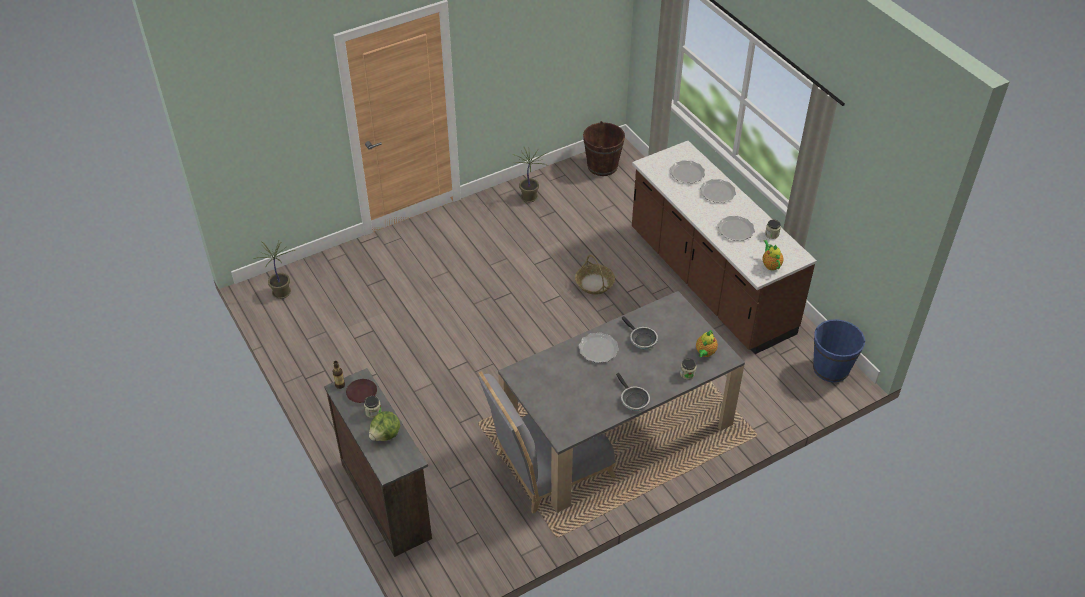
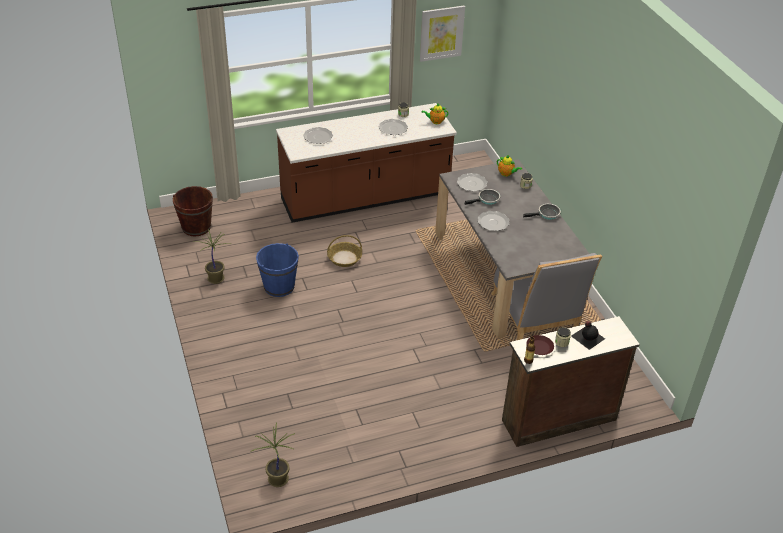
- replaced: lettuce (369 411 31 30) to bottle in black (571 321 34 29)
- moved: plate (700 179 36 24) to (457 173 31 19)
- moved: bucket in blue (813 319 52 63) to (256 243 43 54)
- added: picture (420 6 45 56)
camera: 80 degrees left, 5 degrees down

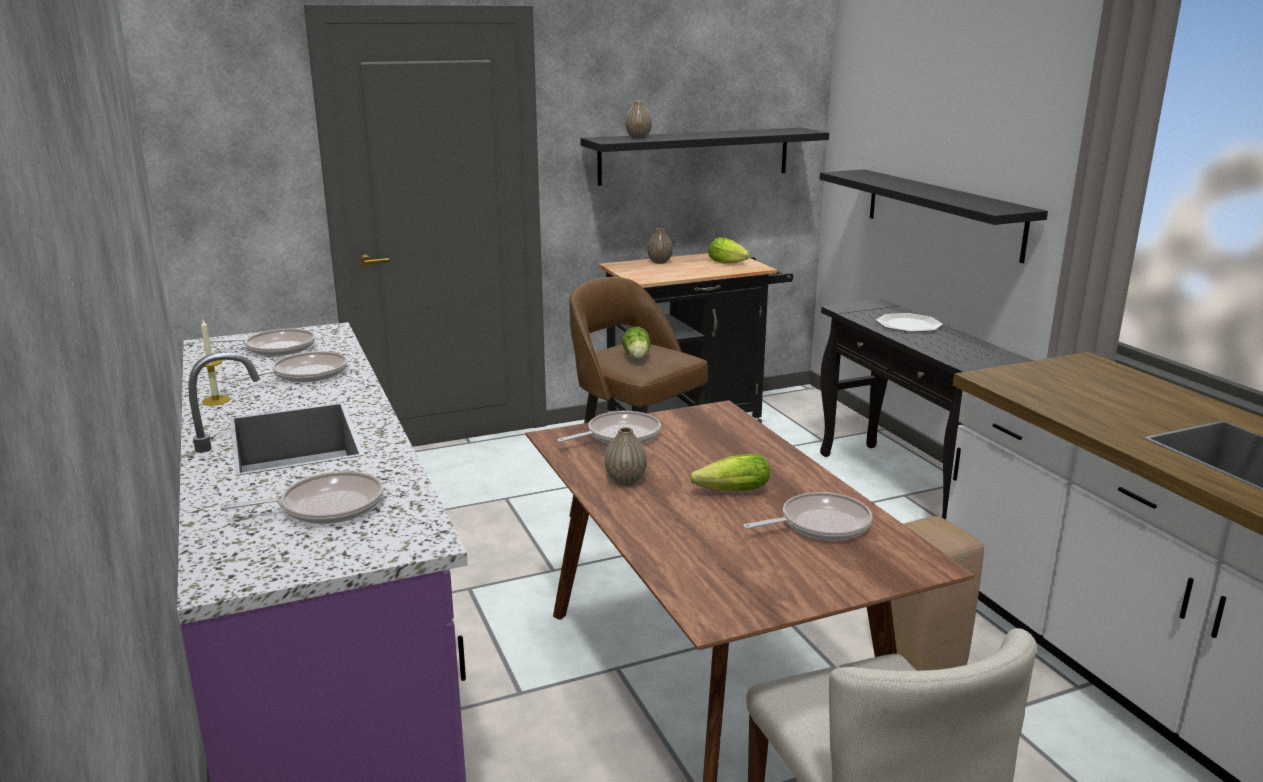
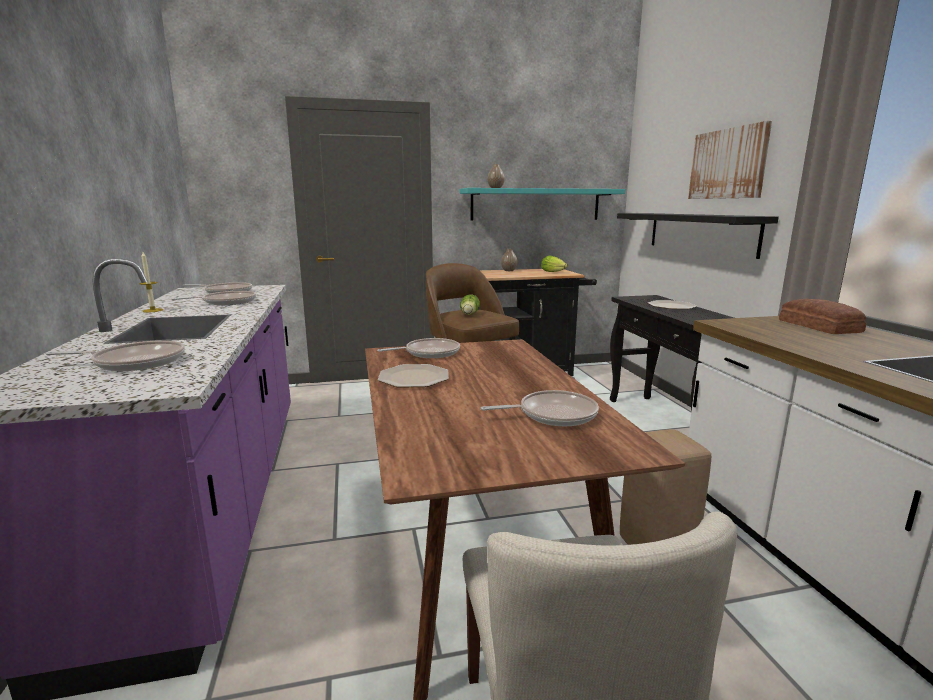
- recoloured: shelf in black (580 128 249 58) to shelf in turquoise (460 188 165 32)
- replaced: vase (604 427 43 59) to plate (378 364 71 24)
- removed: lettuce (690 454 80 37)
- added: picture (688 121 84 78)
- added: bread (779 298 87 36)
camera: 10 degrees right, 5 degrees down

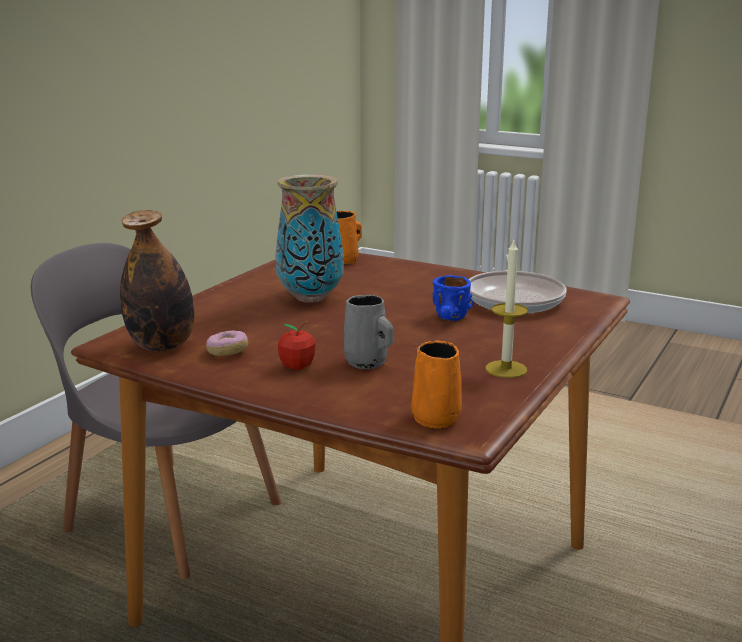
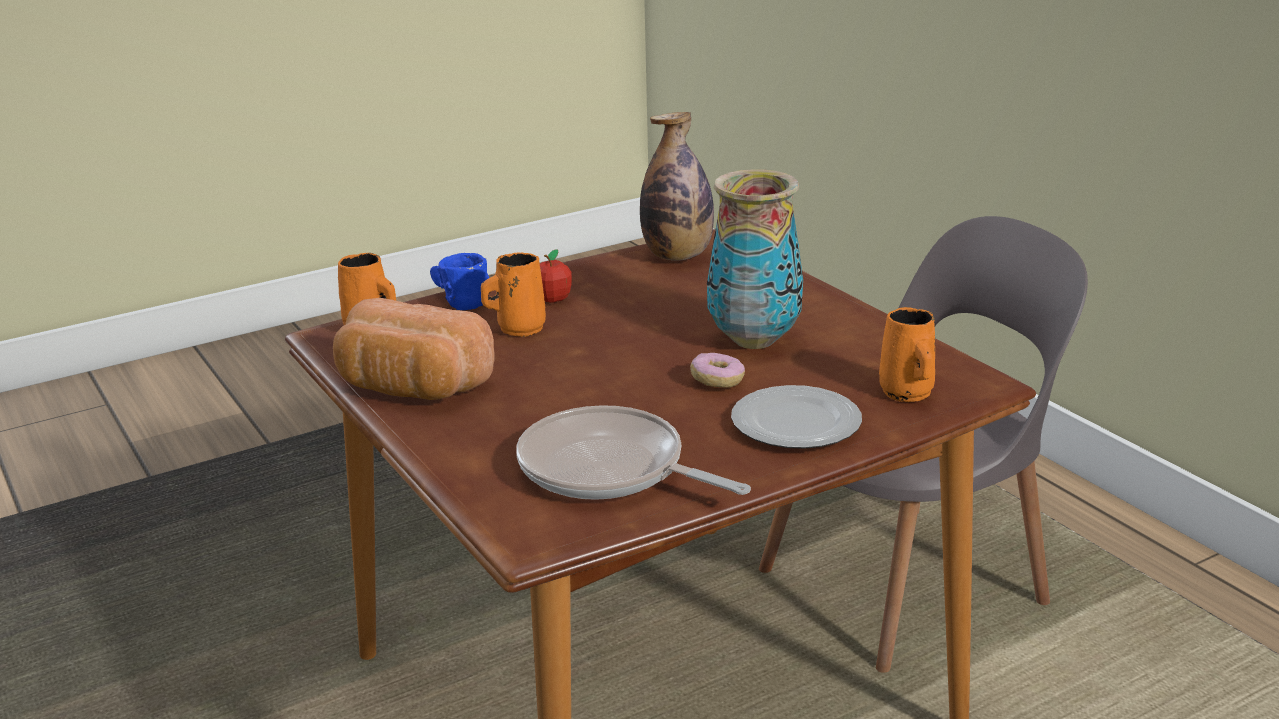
- moved: donut (206 330 42 26) to (690 353 55 35)
- recoloured: mug in grey (344 295 50 74) to mug in orange (481 253 65 84)
- moved: mug in blue (433 275 41 46) to (430 253 59 57)
- replaced: candle (485 240 43 138) to bread (333 298 162 102)
- added: plate (731 385 131 64)
camera: 120 degrees right, 5 degrees up

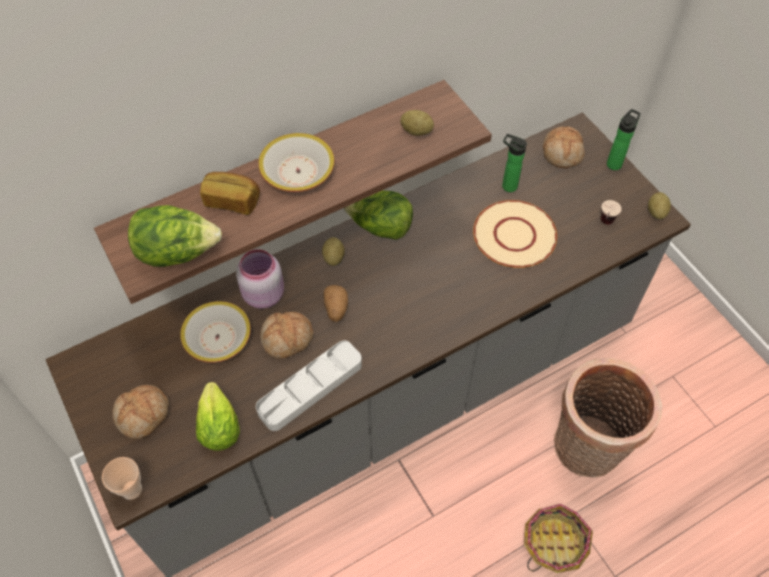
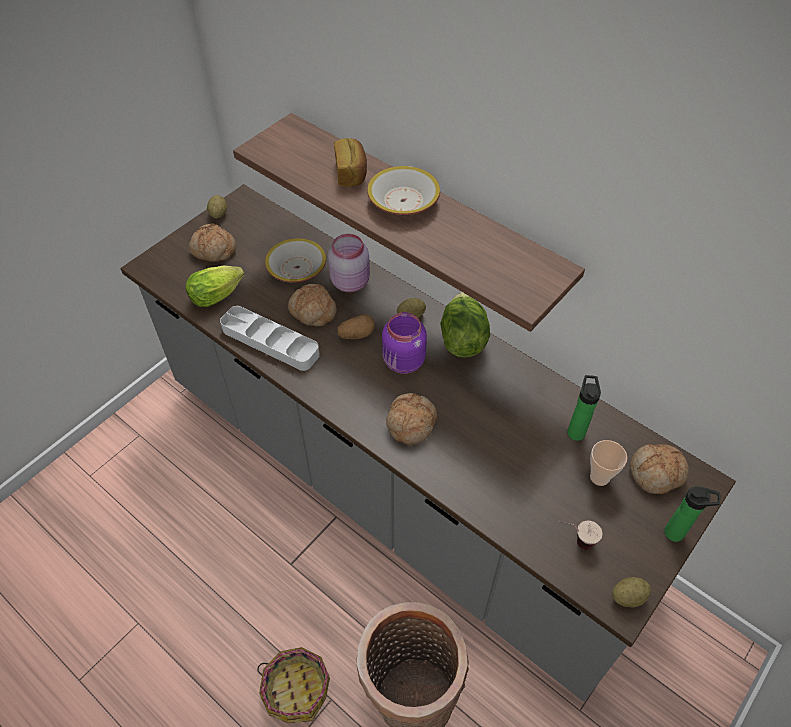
- moved: cup (102 457 40 43) to (590 440 37 46)
- removed: lettuce (128 205 94 62)
- moved: potato (400 110 34 26) to (207 195 20 24)
- removed: plate in beige (473 200 84 68)
- added: jar in purple (382 312 45 62)
- added: bread (386 393 51 52)
camera: 70 degrees right, 5 degrees down

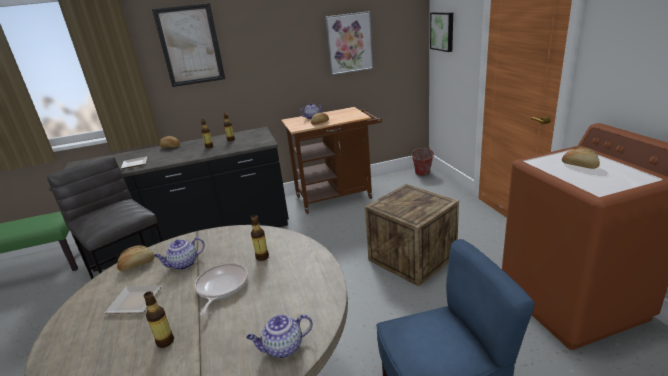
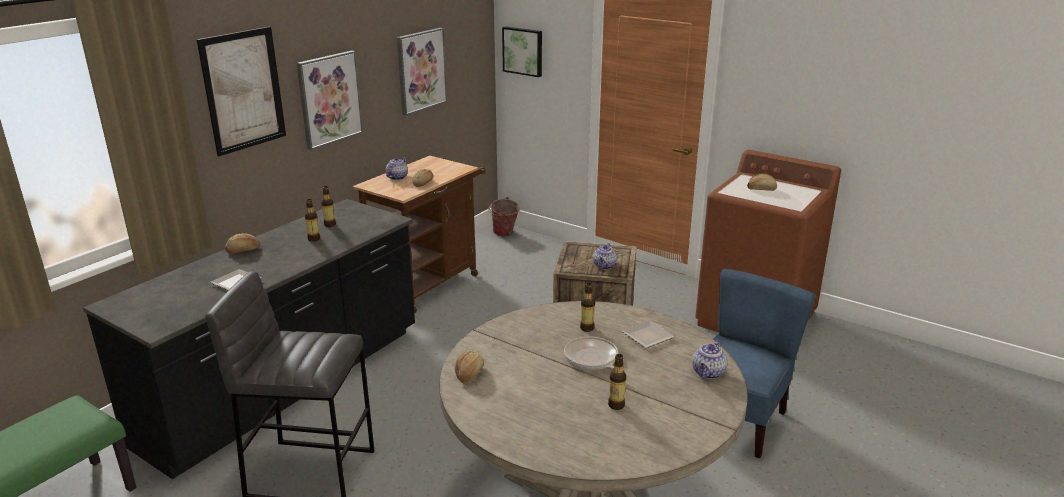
- moved: plate (104 285 58 29) to (622 320 53 28)
- moved: teapot (154 237 51 33) to (593 243 24 26)
- added: picture (297 50 66 100)
camera: 40 degrees left, 0 degrees up

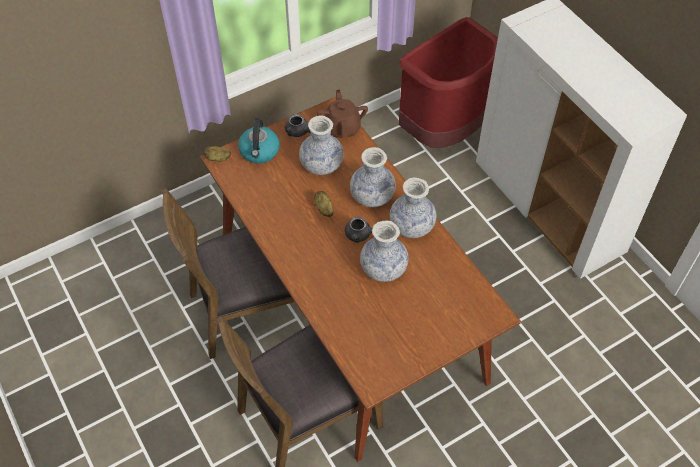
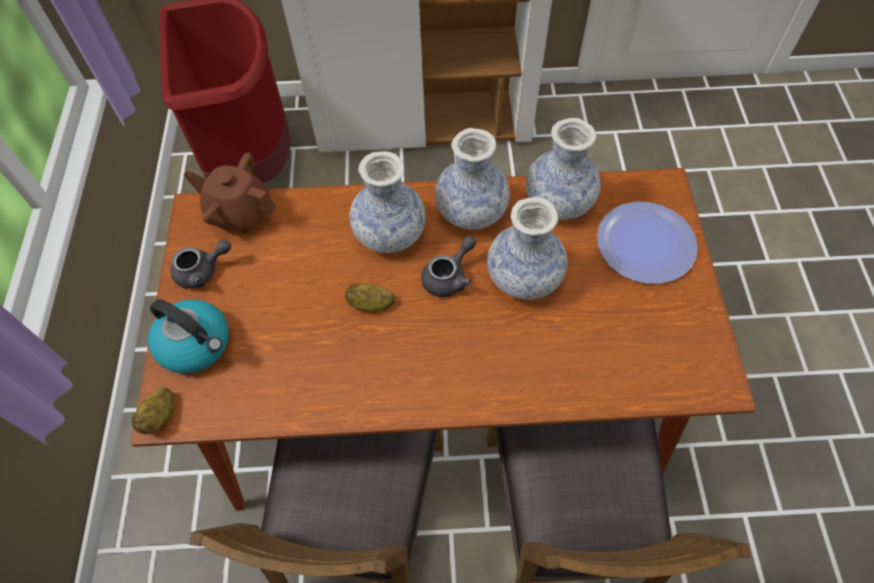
- moved: vase (299 115 45 60) to (526 118 75 102)
- added: plate (597 202 101 82)
camera: 60 degrees left, 5 degrees up

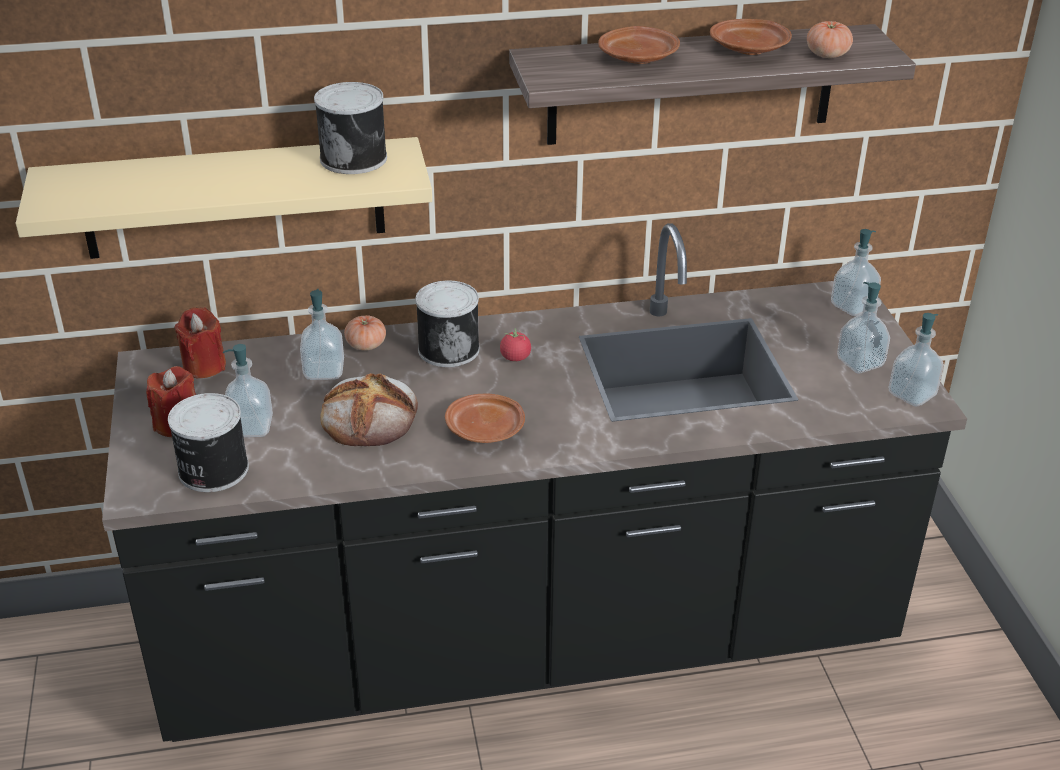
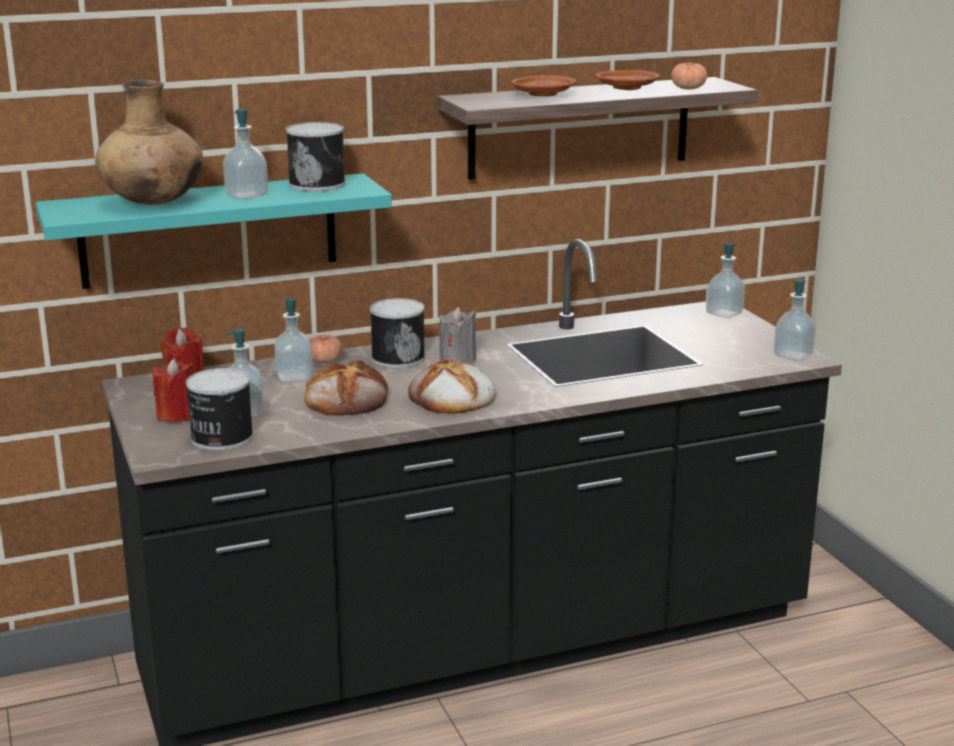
- recoloured: shelf in beige (16 137 416 122) to shelf in turquoise (36 173 356 116)
- replaced: plate in brown (445 394 80 49) to bread (408 359 88 55)
- replaced: tomato (500 328 31 34) to candle in grey (440 307 36 56)
- moved: soap dispenser (837 282 53 91) to (223 109 45 90)
- added: vase in brown (95 80 108 125)
camera: 10 degrees left, 15 degrees down

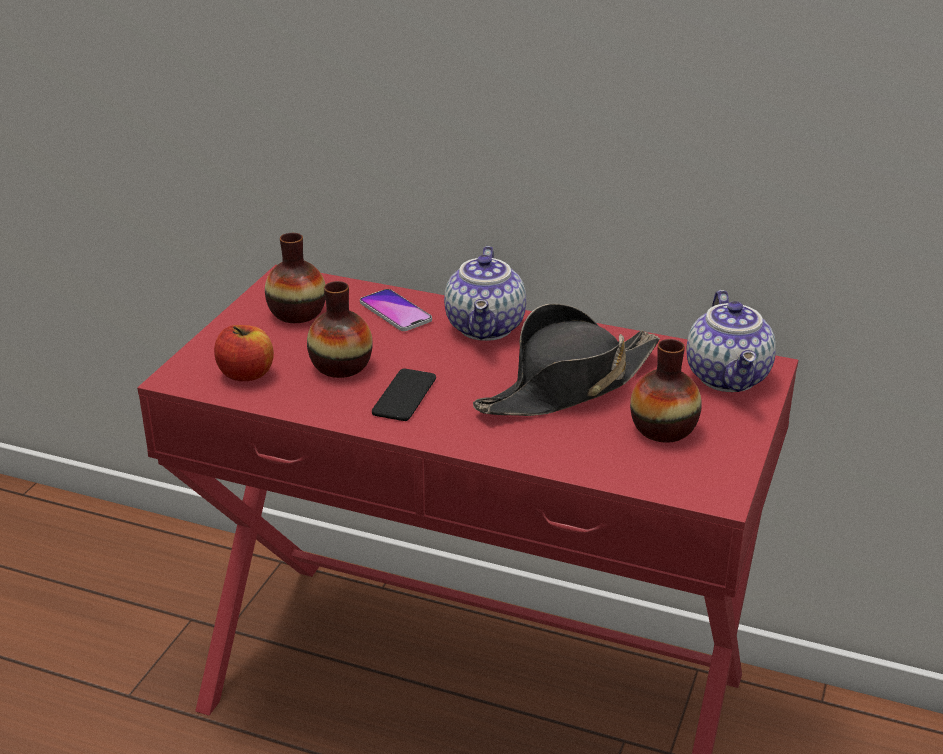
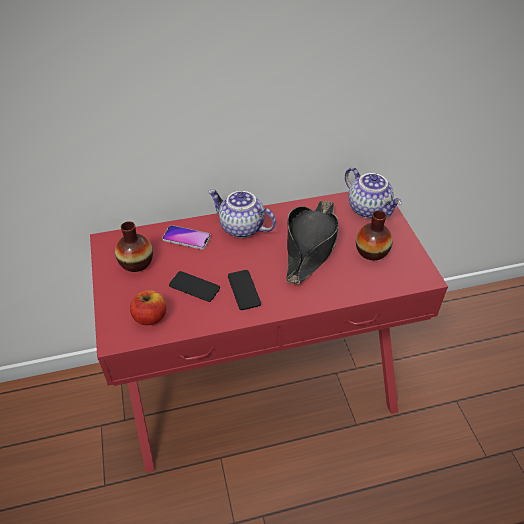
- replaced: vase (307 281 66 97) to phone (169 271 51 31)
- turned: teapot (444 246 82 95) = (208 189 68 49) 150 degrees clockwise
camera: 35 degrees left, 15 degrees up

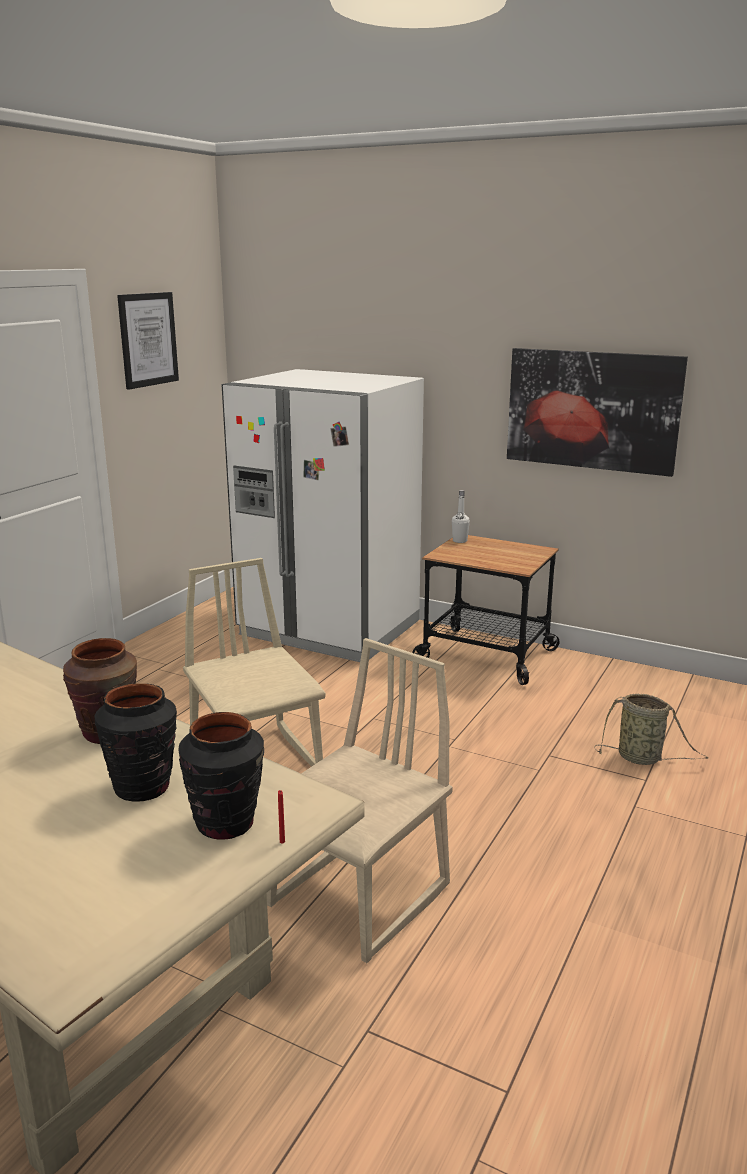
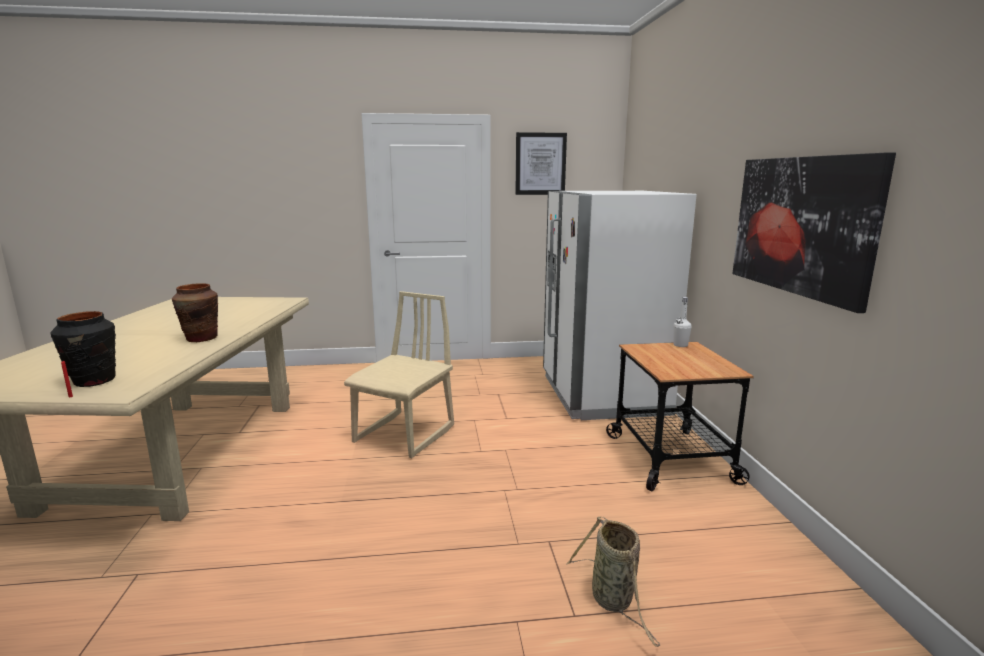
- removed: vase in black (95 683 82 119)
- removed: chair in beige (267 638 185 325)
camera: 55 degrees right, 5 degrees down

